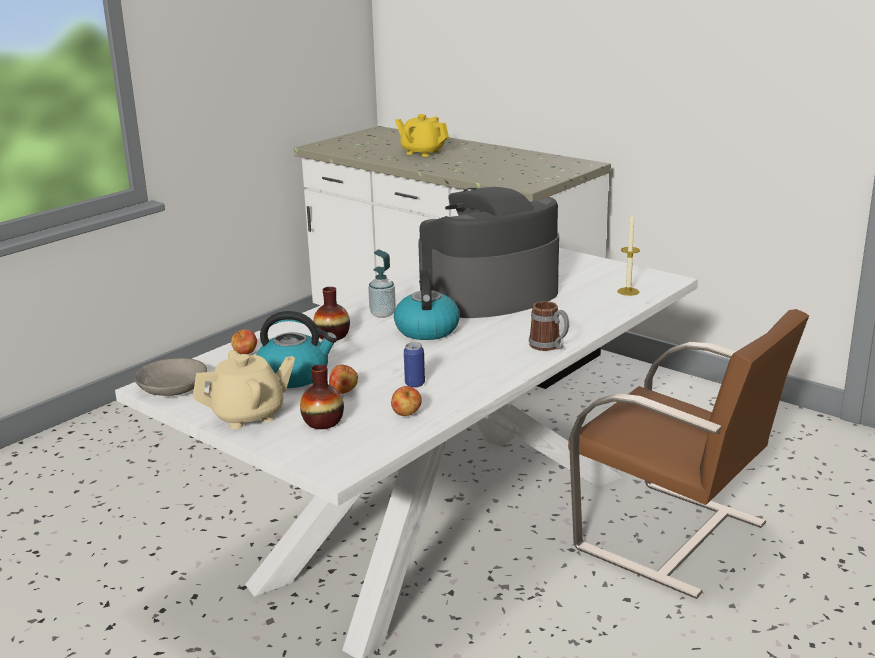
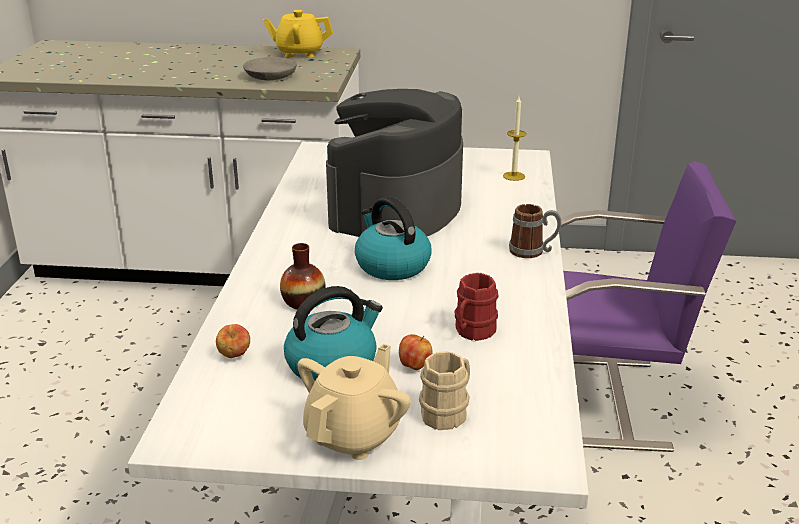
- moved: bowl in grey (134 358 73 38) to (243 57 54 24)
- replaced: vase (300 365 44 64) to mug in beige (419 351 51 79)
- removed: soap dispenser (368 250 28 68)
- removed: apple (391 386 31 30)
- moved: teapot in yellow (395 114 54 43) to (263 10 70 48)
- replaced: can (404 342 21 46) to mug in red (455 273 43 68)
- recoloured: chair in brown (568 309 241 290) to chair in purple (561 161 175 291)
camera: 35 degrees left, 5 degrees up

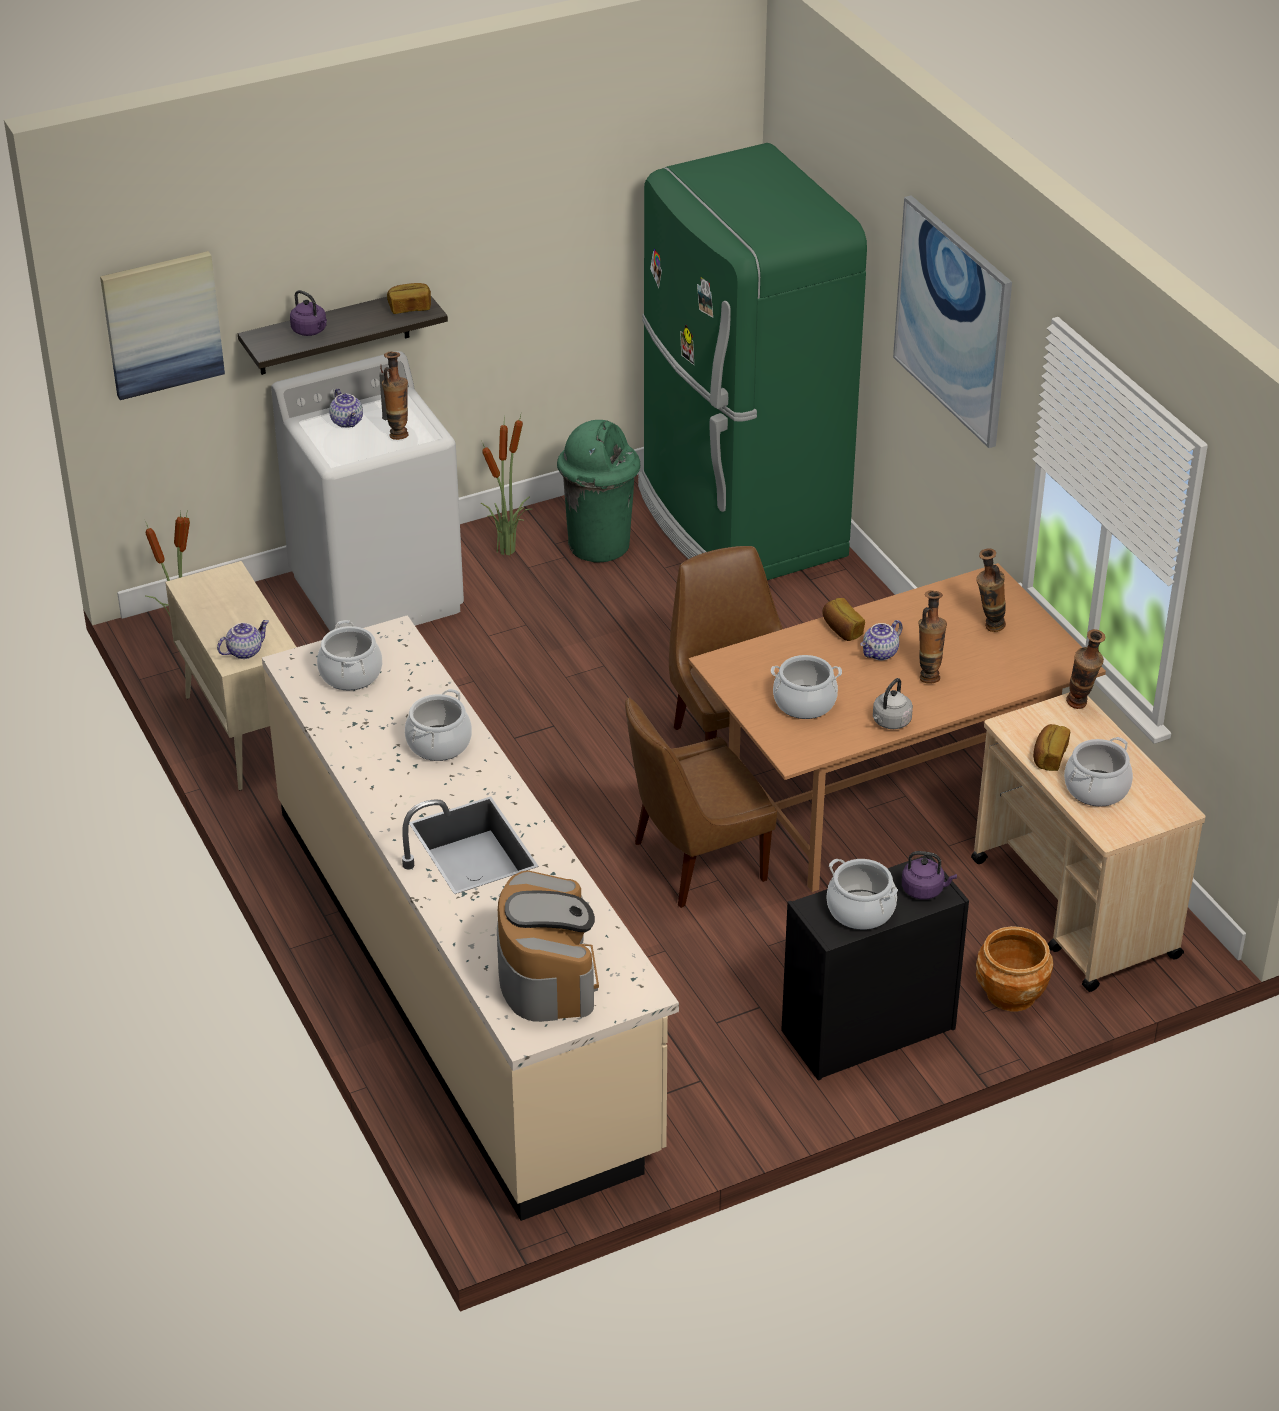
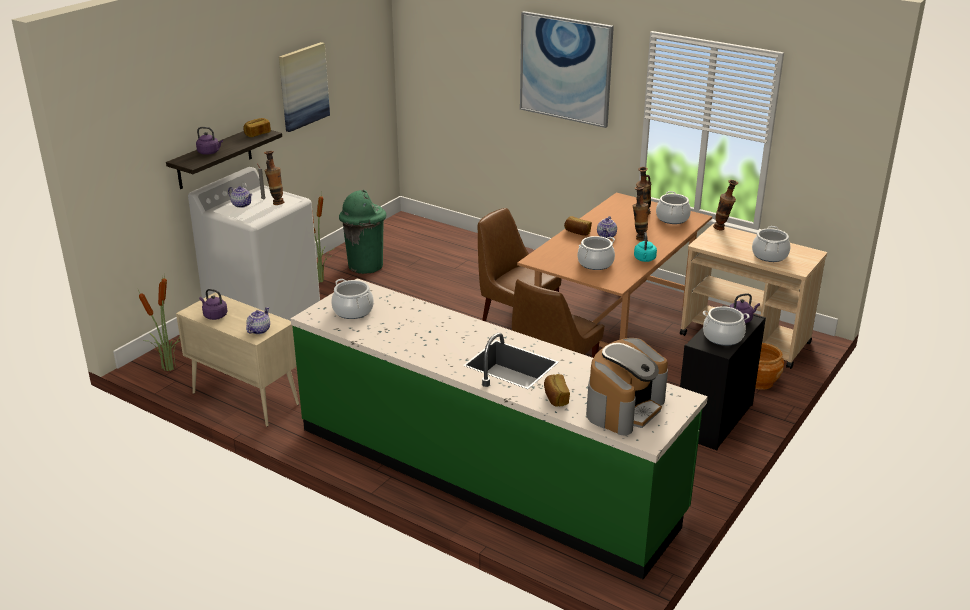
- moved: picture (100 251 125 149) to (279 42 51 90)
- recoloured: counter in beige (262 615 417 606) to counter in green (290 278 418 301)
- moved: cooking pot (405 689 67 72) to (656 191 35 33)
- turned: coffee machine (497 870 102 152) = (586 338 82 97) 75 degrees clockwise
- removed: fridge in green (638 143 229 437)
- recoloured: kettle in grey (873 678 40 51) to kettle in turquoise (634 232 23 30)
- moved: bread (1033 724 37 47) to (544 374 26 33)
- added: kettle in purple (199 289 29 31)
camera: 30 degrees left, 10 degrees down

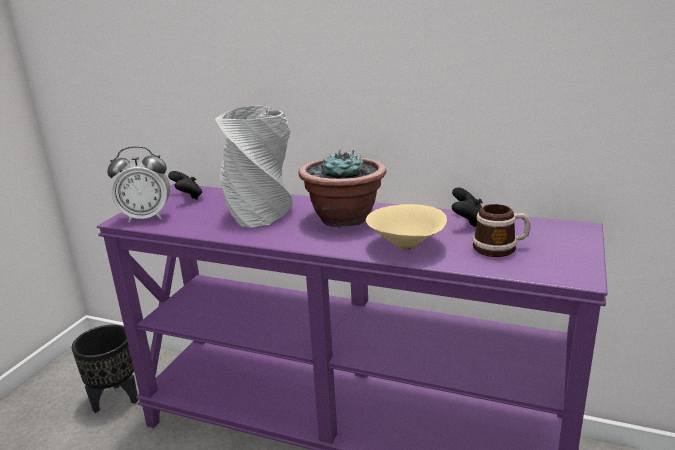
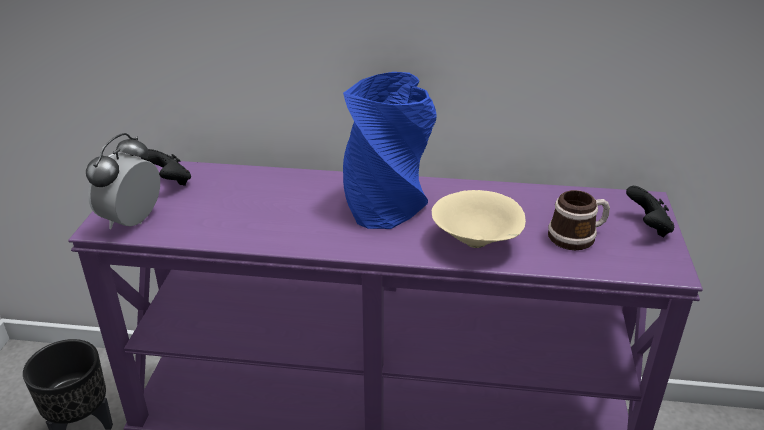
- turned: alarm clock (107 146 63 77) = (86 133 74 96) 135 degrees clockwise
- removed: vase in grey (215 105 78 123)
- replaced: potted plant (298 149 88 78) to vase in blue (343 72 94 157)
- moved: game controller in black (452 187 31 40) to (626 186 48 52)
camera: 15 degrees left, 10 degrees up

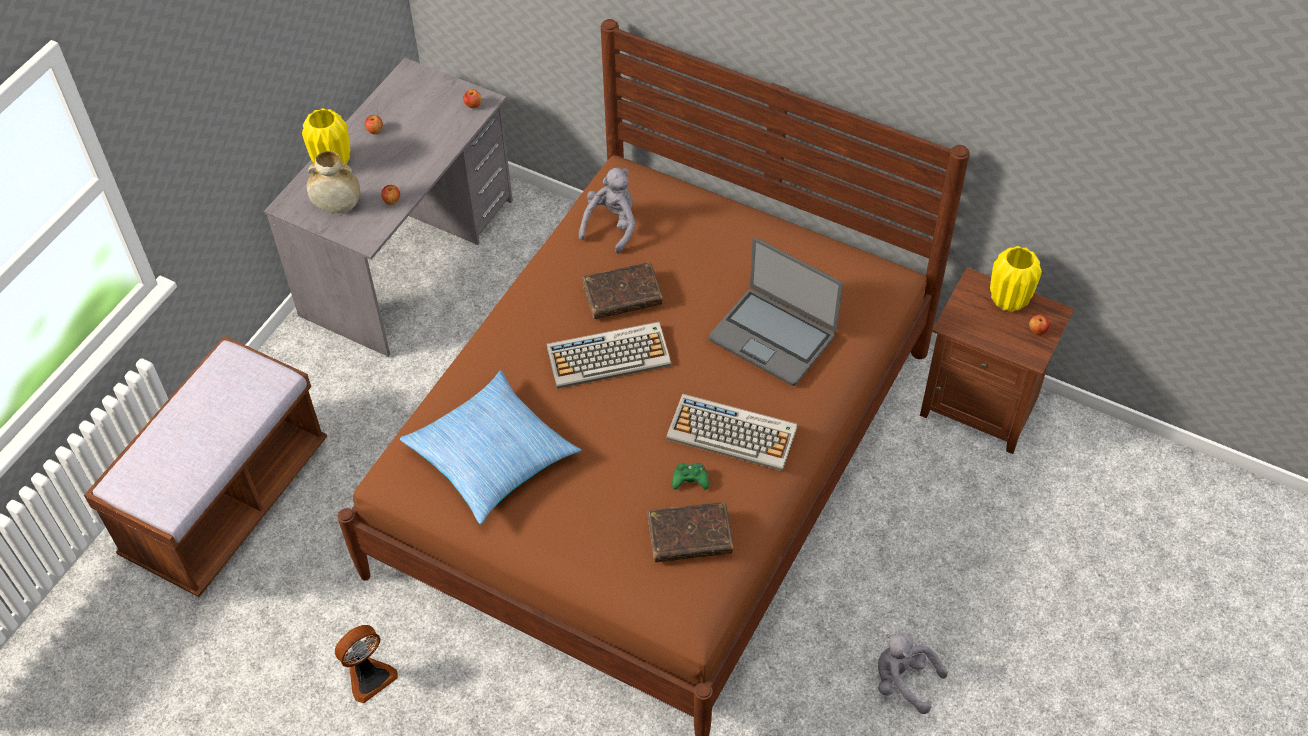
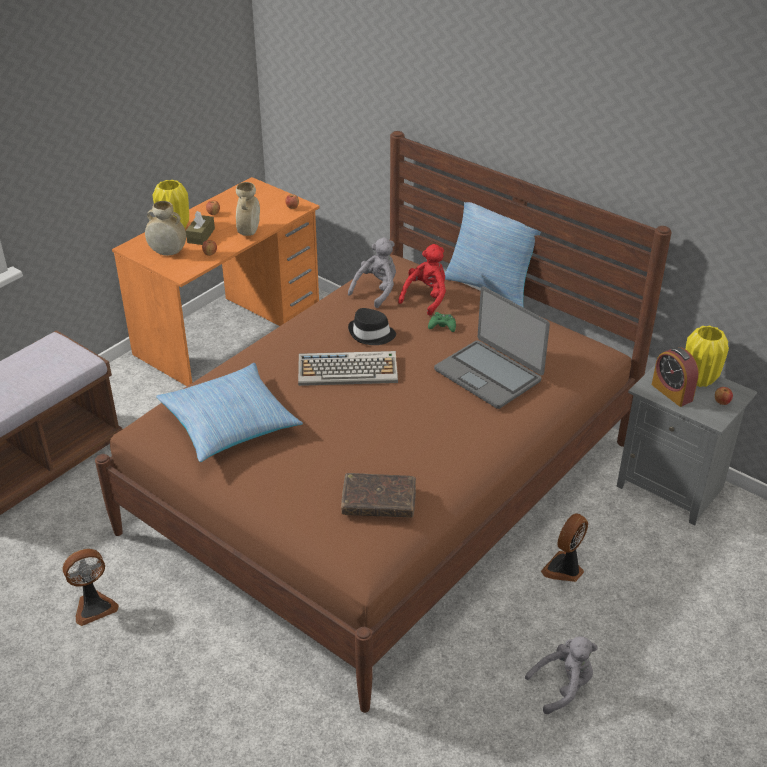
- recoloured: desk in grey (264 58 249 299) to desk in orange (112 177 207 209)
- replaced: book in brown (582 263 81 56) to hat in black (348 308 48 37)
- removed: keyboard (666 394 132 77)
- moved: game controller in green (672 463 37 26) to (428 312 28 20)
- turned: plush toy in grey (878 633 70 81) = (525 636 73 78) 120 degrees clockwise
- recoloured: nightstand in brown (920 268 154 186) to nightstand in grey (617 364 140 162)
- added: tissue box in brown (186 211 29 34)
- added: vase in beige (236 182 24 54)
- added: plush toy in red (398 244 48 72)
- added: pillow (445 202 96 106)
- added: fan (541 513 47 69)
- added: alarm clock (652 347 47 60)
camera: 10 degrees right, 15 degrees down

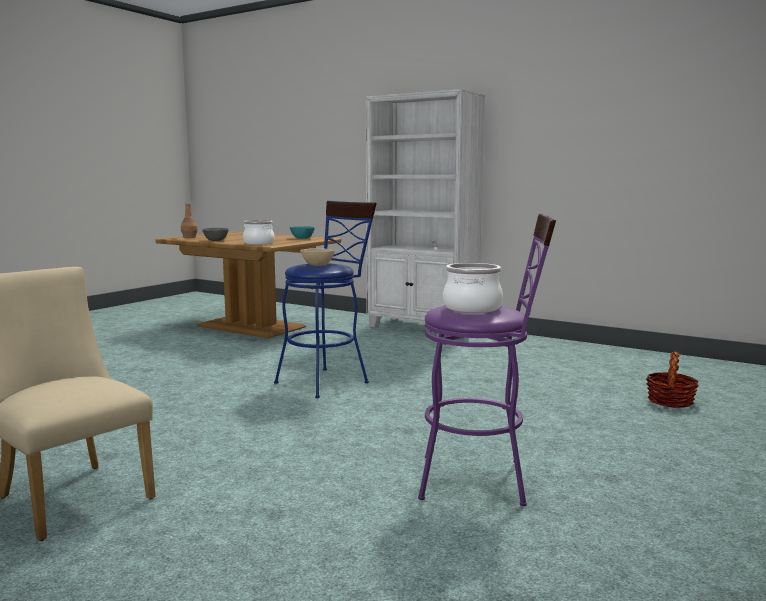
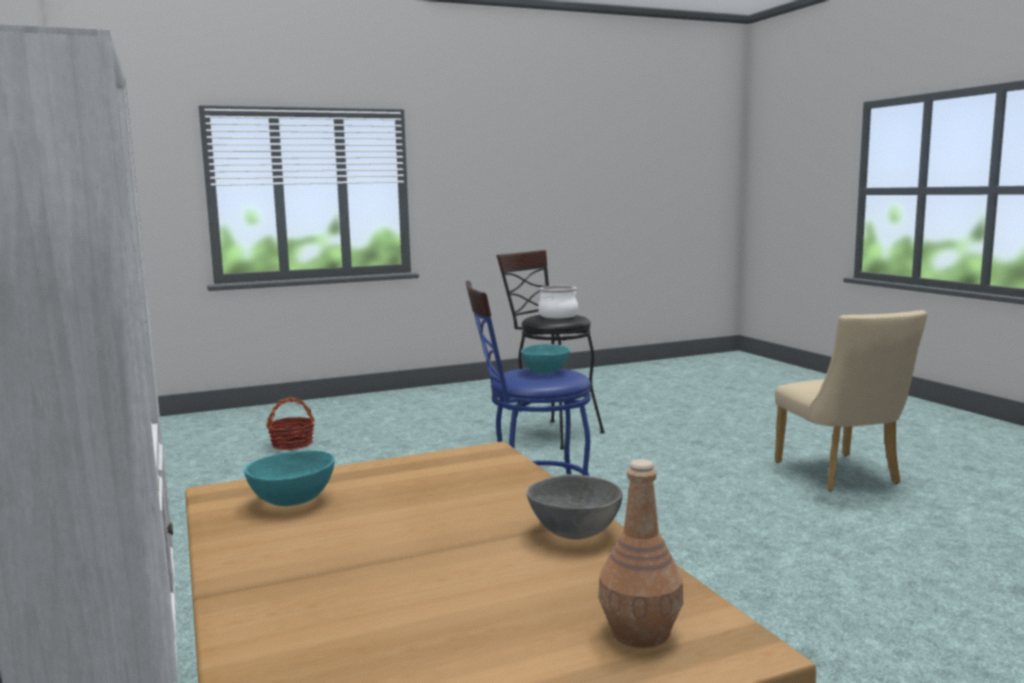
- removed: cooking pot (243 220 32 25)
- recoloured: bowl in beige (300 248 35 18) to bowl in turquoise (521 344 49 30)
- recoloured: stool in purple (418 213 138 293) to stool in black (497 250 108 199)
camera: 145 degrees left, 0 degrees up

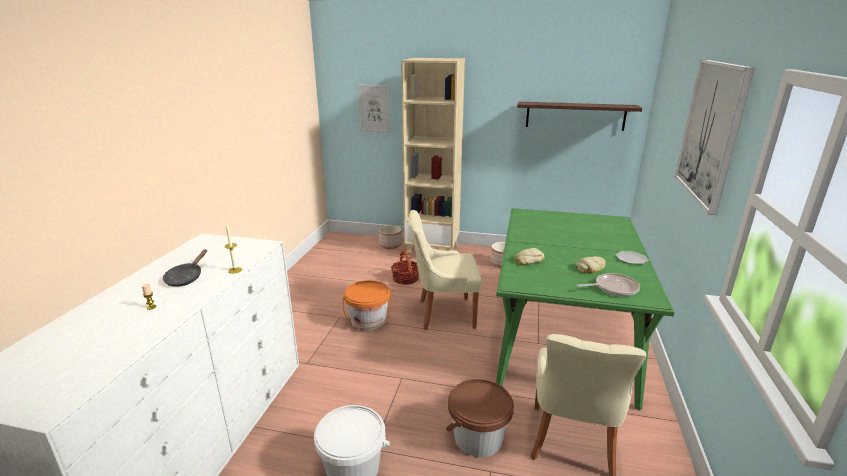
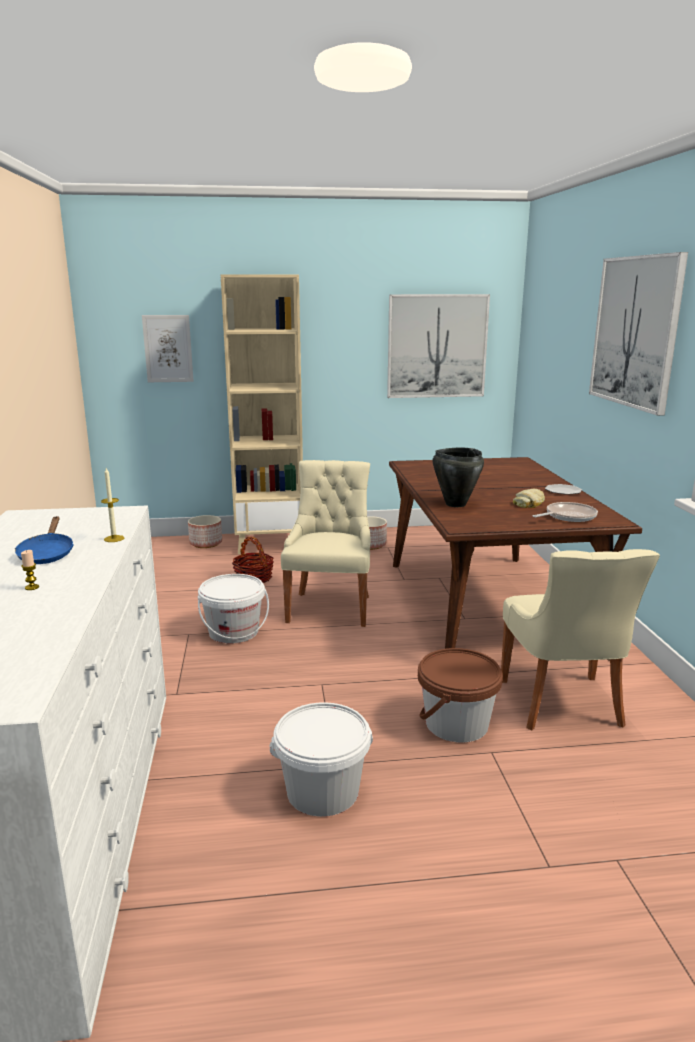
- recoloured: frying pan in black (163 249 44 38) to frying pan in blue (15 516 59 48)
- recoloured: bucket in orange (342 280 51 51) to bucket in white (198 574 71 70)
- turned: chair in beige (408 210 74 120) = (281 460 89 167) 120 degrees clockwise
- recoloured: dining table in green (496 208 179 203) to dining table in brown (389 457 253 204)
- replaced: bread (515 248 30 17) to cooking pot in black (433 448 51 59)
- replaced: shelf (517 102 125 29) to picture (387 294 103 104)
camera: 20 degrees left, 5 degrees down

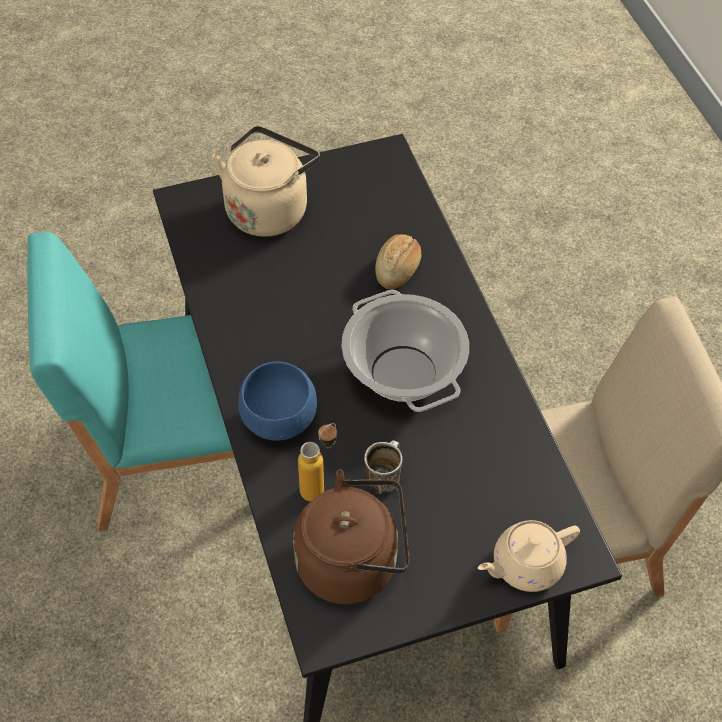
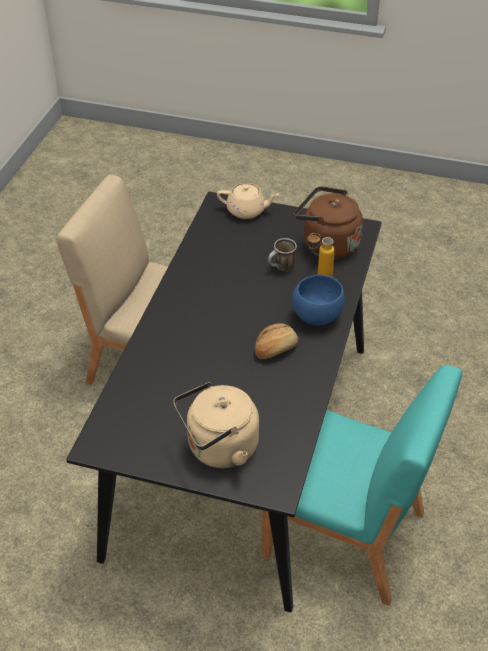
- removed: cooking pot (341 290 128 122)
- moved: bread (375 234 46 55) to (255 323 43 36)
camera: 145 degrees left, 10 degrees down

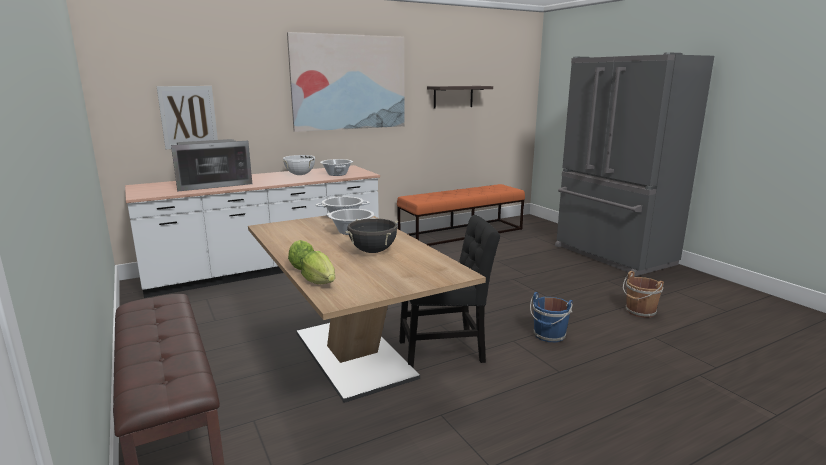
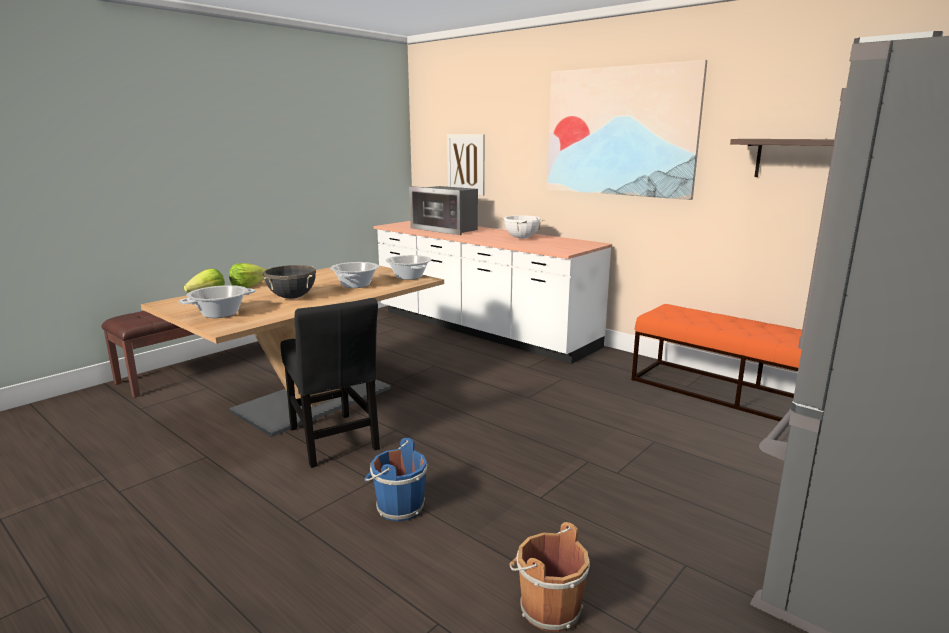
- moved: cooking pot (320 159 33 17) to (179 285 76 33)
camera: 70 degrees right, 0 degrees up

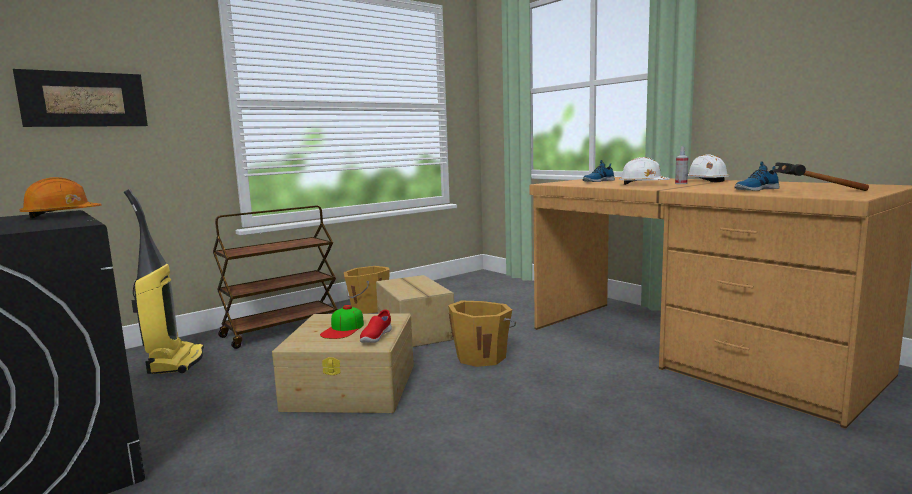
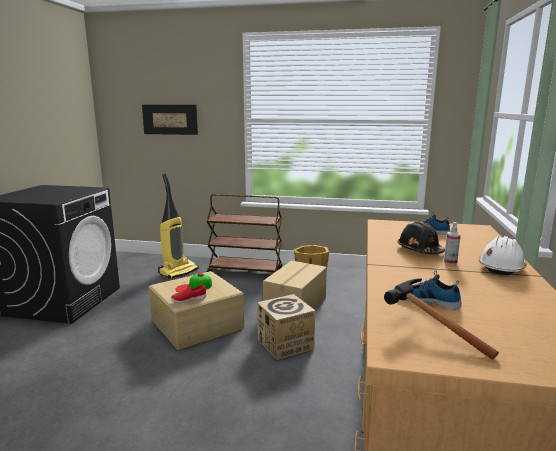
- removed: hard hat in orange (19 177 82 41)
- replaced: bucket in orange (448 300 68 67) to cardboard box (257 294 58 66)
- recoloured: hard hat in white (619 157 51 28) to hard hat in black (398 222 47 32)
camera: 50 degrees right, 5 degrees up

